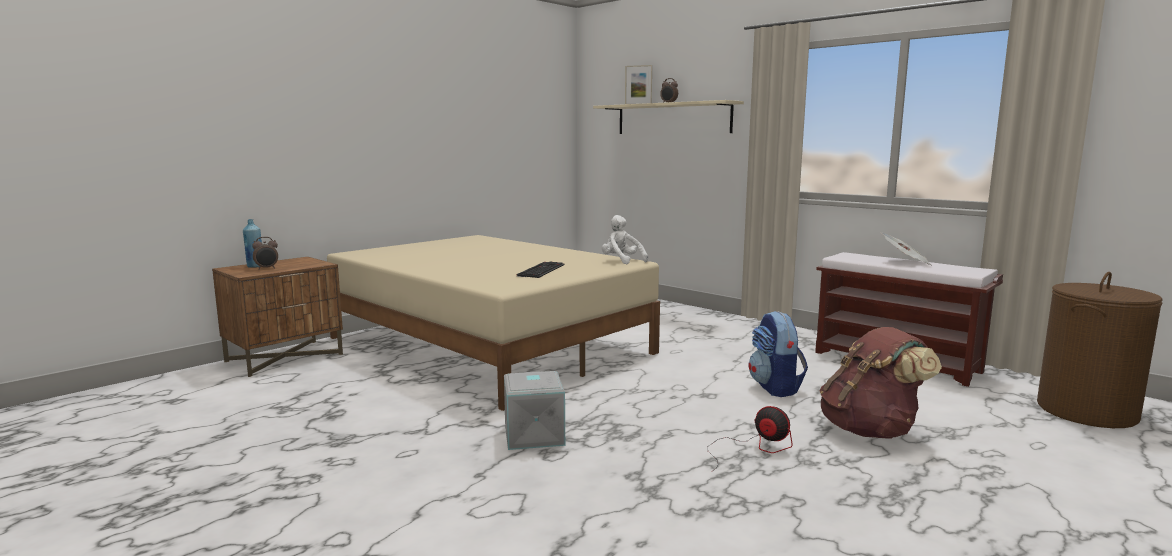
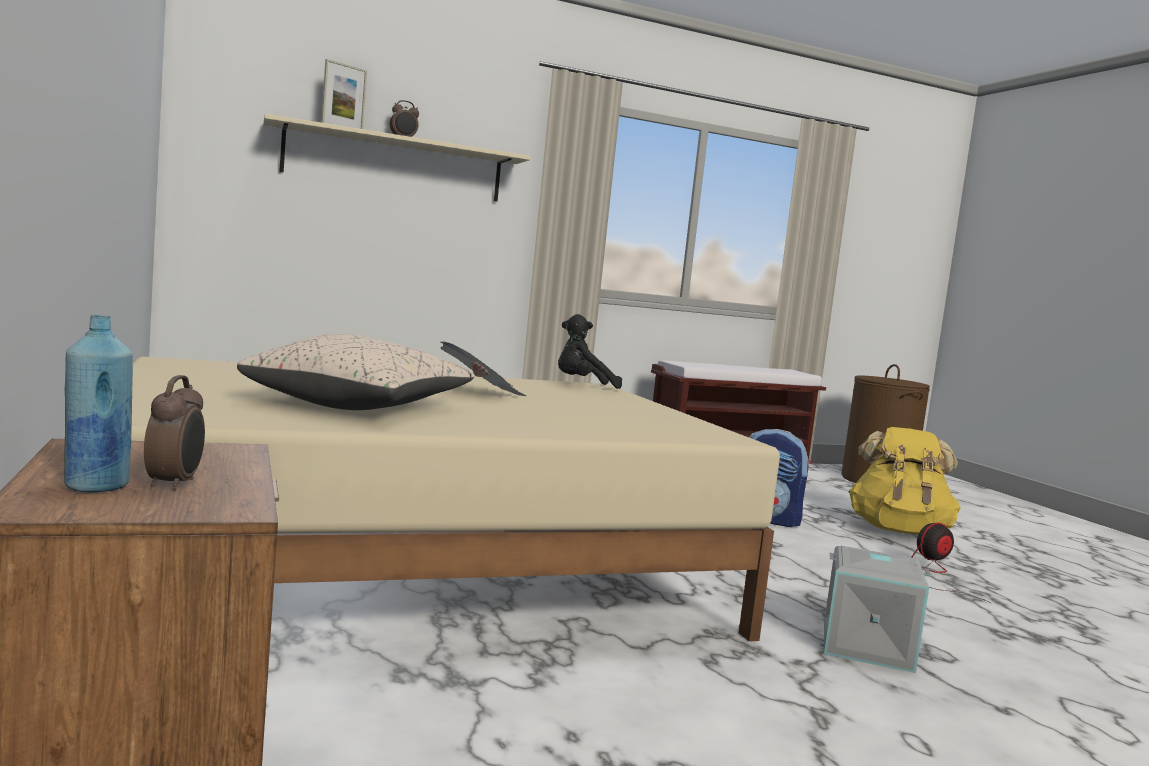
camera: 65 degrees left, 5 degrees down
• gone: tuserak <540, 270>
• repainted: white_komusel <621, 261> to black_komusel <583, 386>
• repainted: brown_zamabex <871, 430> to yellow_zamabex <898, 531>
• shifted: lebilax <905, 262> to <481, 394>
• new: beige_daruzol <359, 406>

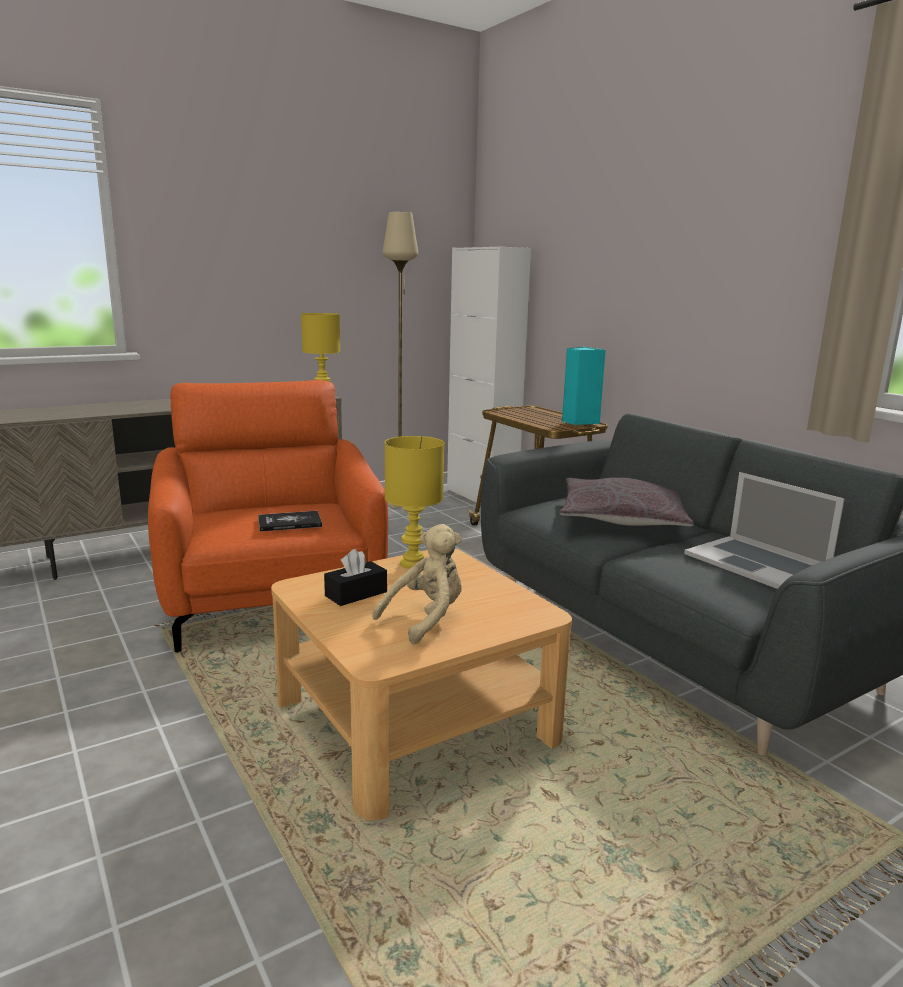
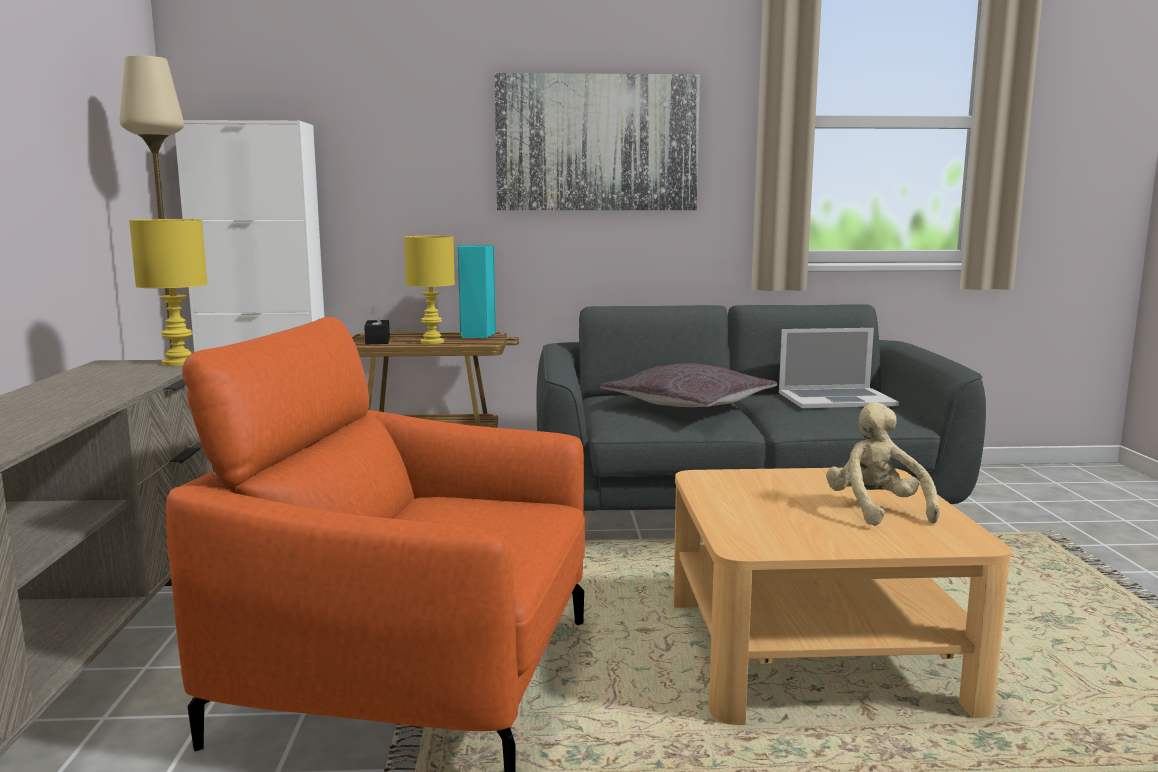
camera: 60 degrees left, 5 degrees down
• gone: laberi <289, 523>
• shifted: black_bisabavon <356, 594> to <377, 341>
• shifted: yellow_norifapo <414, 563> to <432, 342>
• new: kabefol <597, 143>

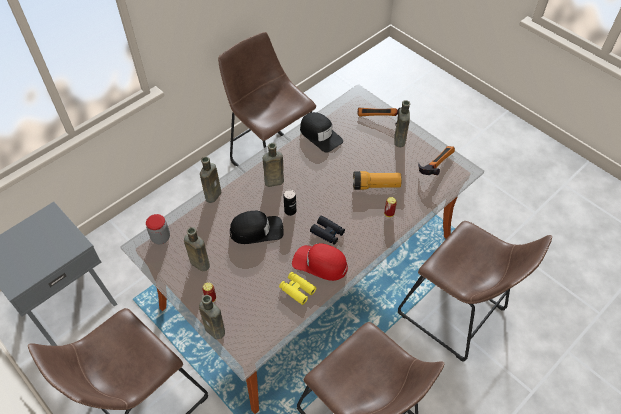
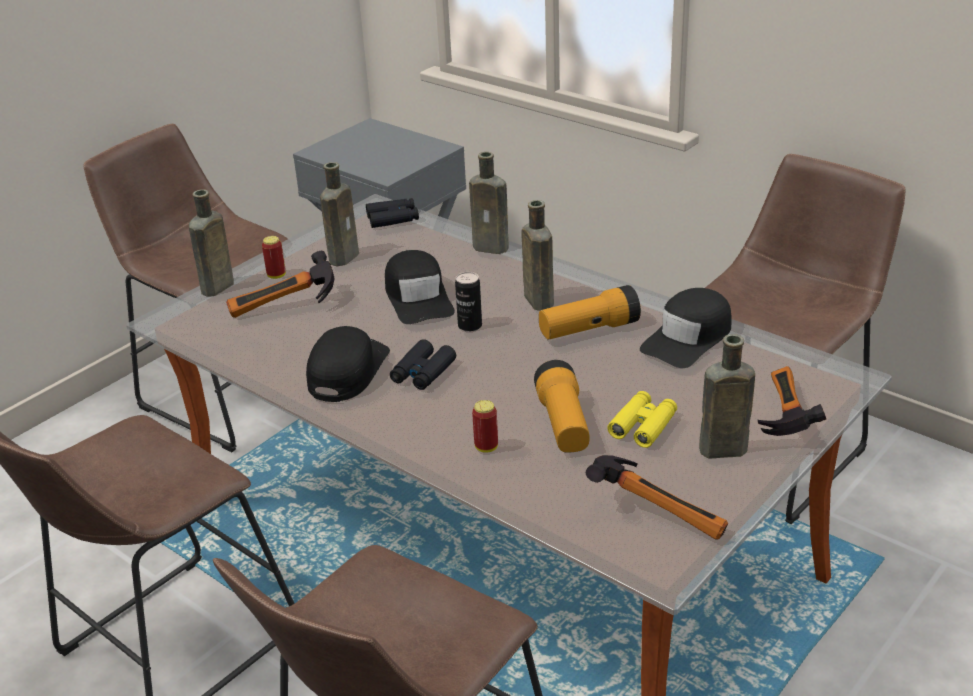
camera: 85 degrees right, 20 degrees down
• swapped: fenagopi <160, 238> to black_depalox <393, 219>
• shifted: yellow_depalox <297, 290> to <643, 425>
• repainted: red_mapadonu <320, 264> to black_mapadonu <347, 371>
• new: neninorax <285, 309>
• new: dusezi <589, 330>

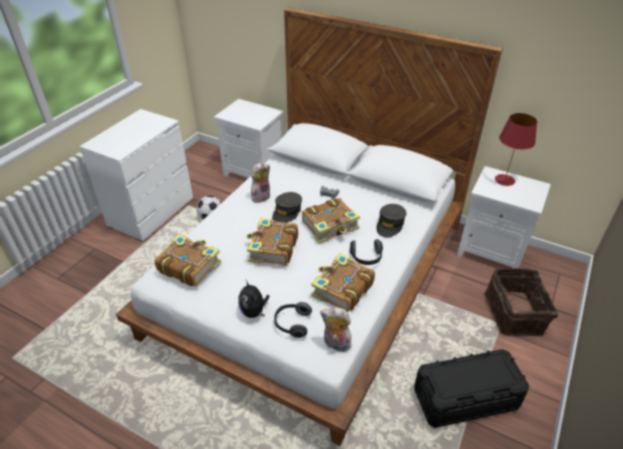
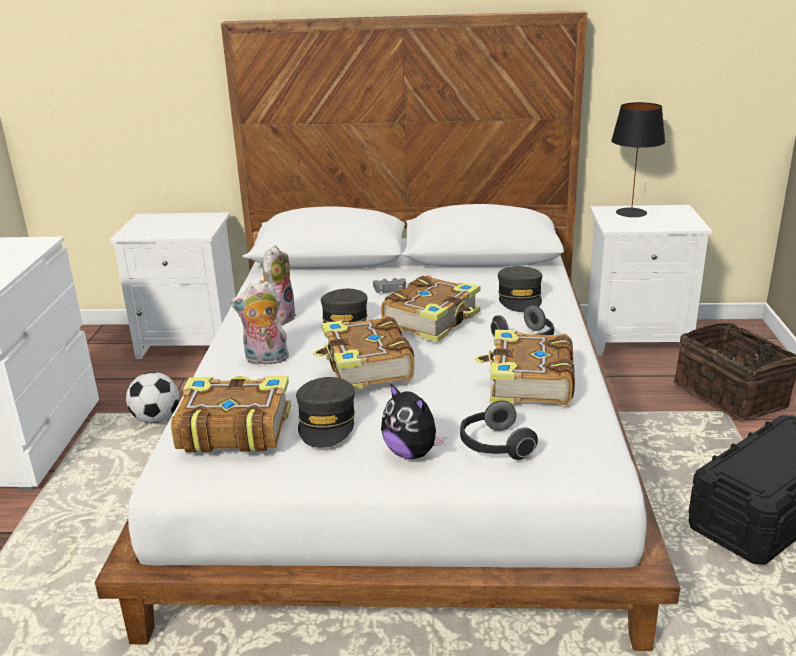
camera: 25 degrees left, 15 degrees down
• shifted: komusel <335, 344> to <265, 360>
• repainted: red_norifapo <504, 180> to black_norifapo <631, 213>
• new: grey_mapadonu <326, 423>

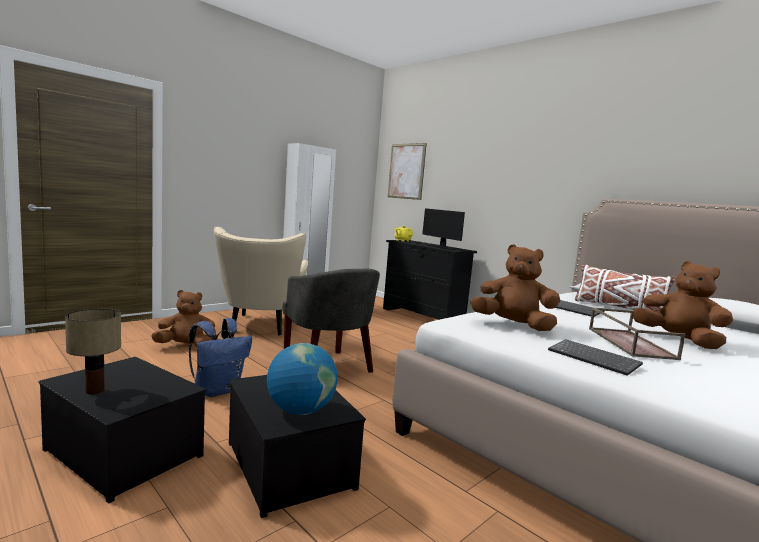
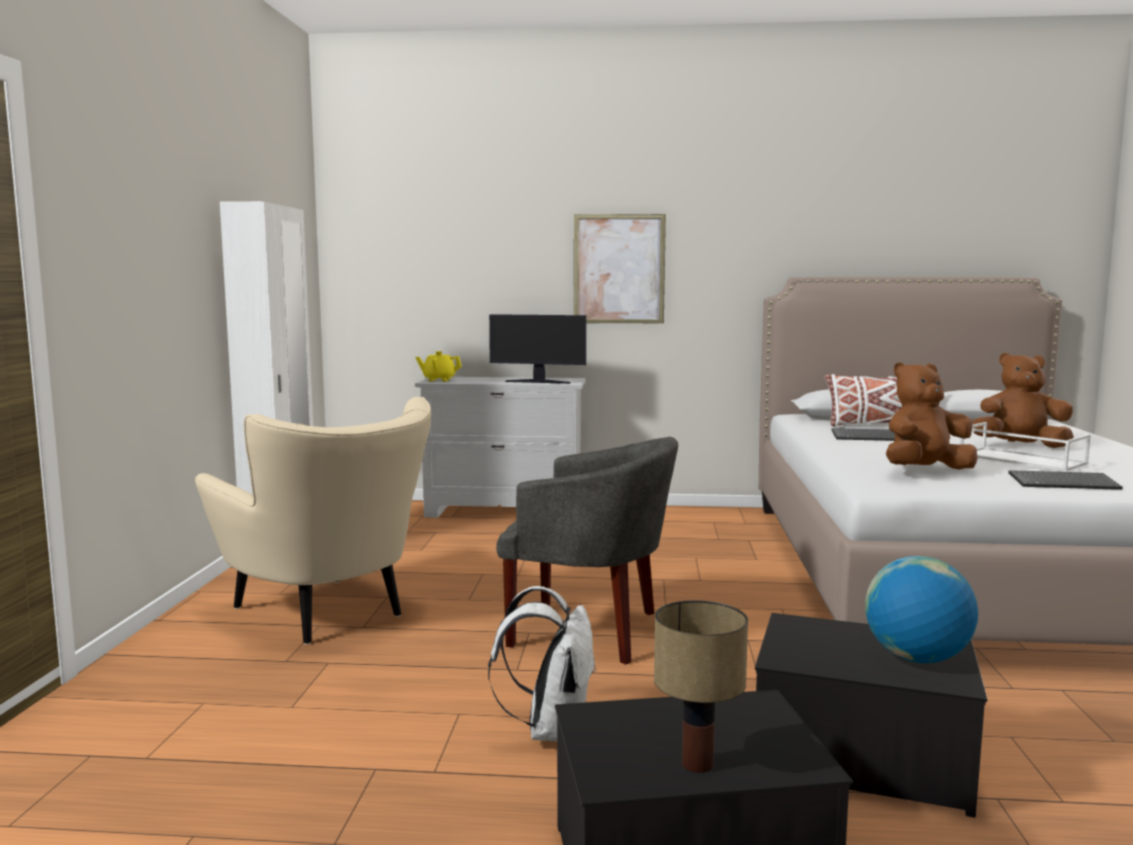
camera: 40 degrees left, 0 degrees up
• gone: brown_komusel <186, 346>
• repainted: blue_zamabex <218, 390> to white_zamabex <551, 730>
• repainted: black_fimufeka <422, 316> to white_fimufeka <504, 511>
• shifted: kabefol <406, 171> to <619, 269>
• repainted: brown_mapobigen <628, 342> to white_mapobigen <1020, 459>

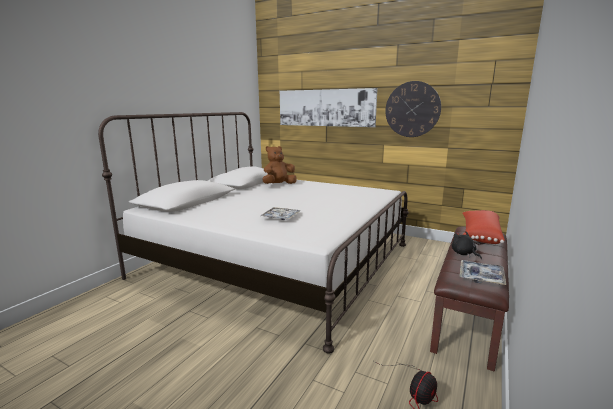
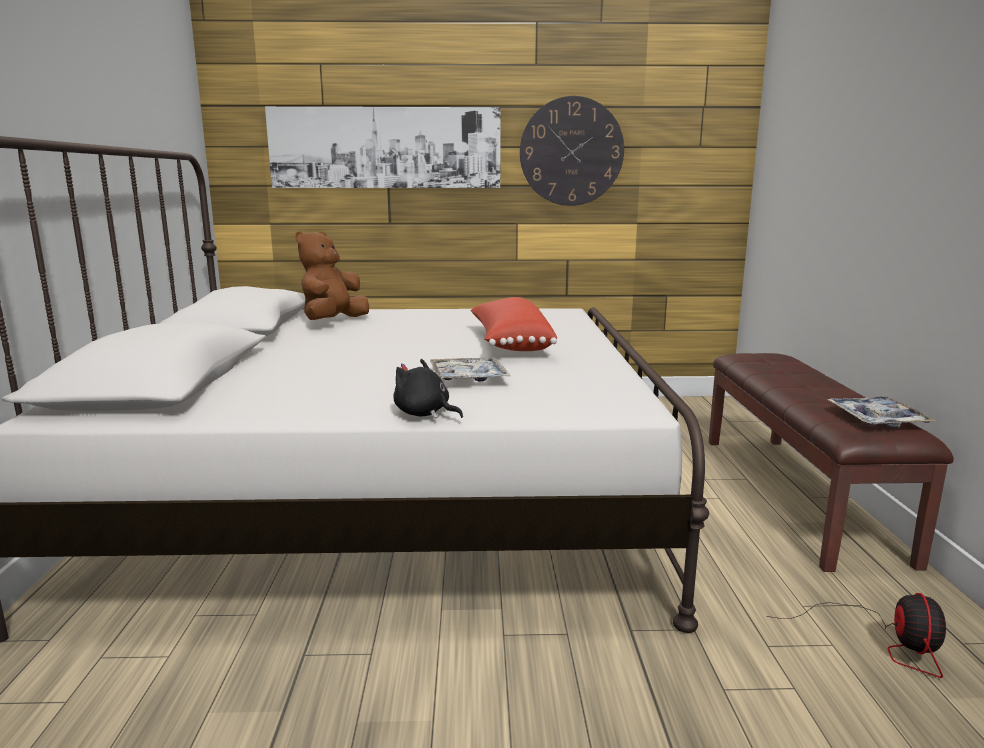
camera: 30 degrees left, 0 degrees up
• shifted: black_komusel <464, 254> to <424, 414>
• shifted: red_daruzol <480, 235> to <510, 343>

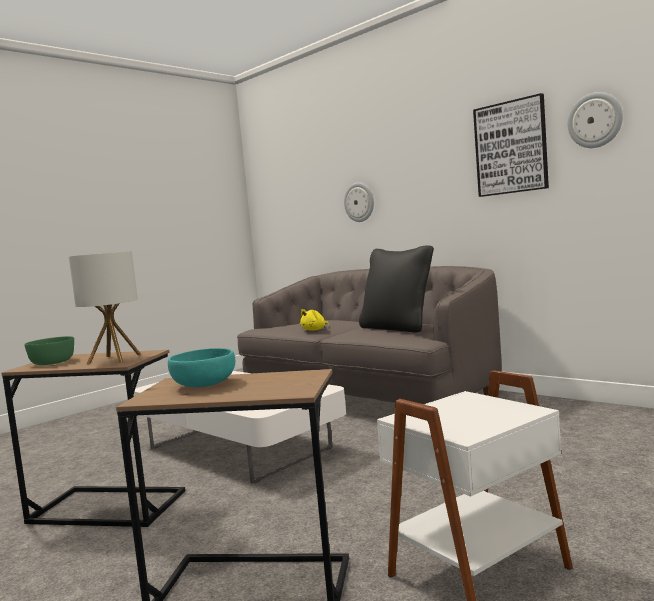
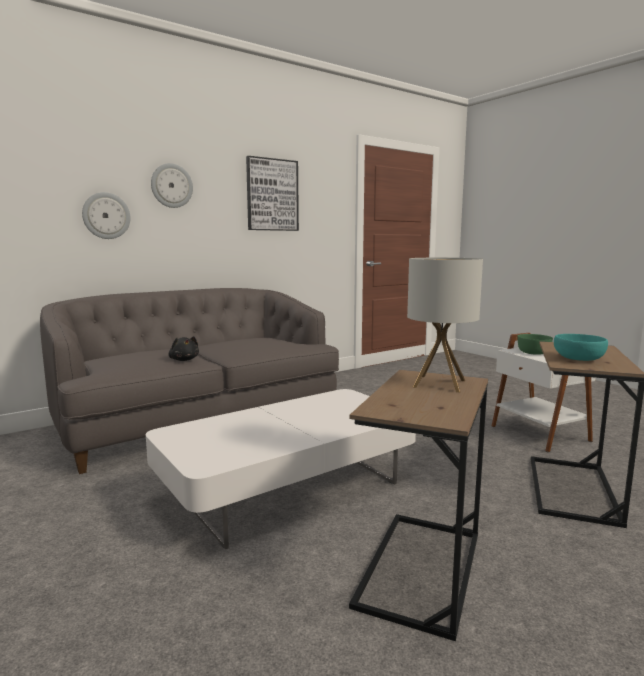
camera: 80 degrees left, 5 degrees up
• shifted: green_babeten <53, 362> to <533, 352>
• repainted: yellow_komusel <315, 330> to black_komusel <184, 360>
• gone: black_daruzol <397, 328>
• shifted: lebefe <595, 120> to <171, 186>

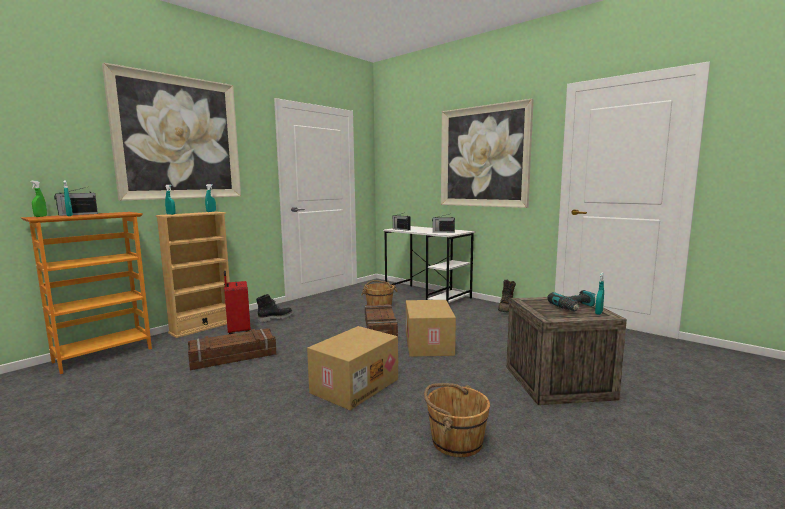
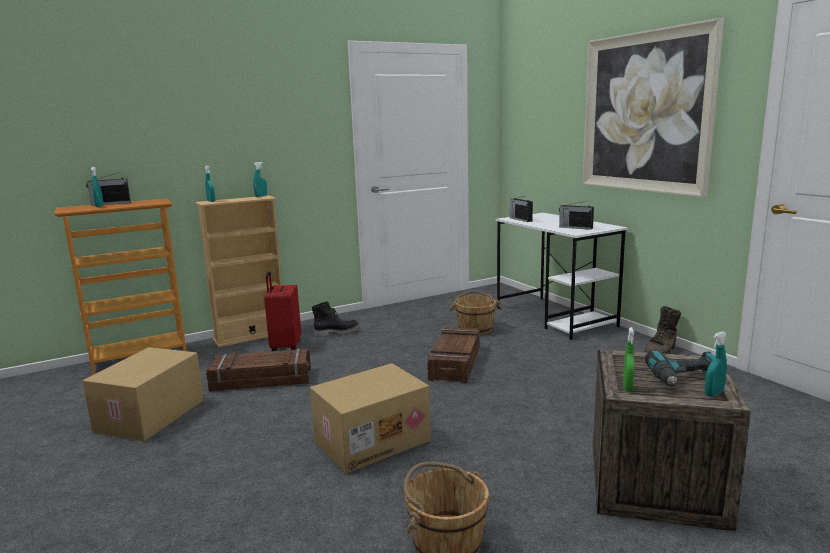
camera: 20 degrees right, 5 degrees up
• shifted: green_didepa <40, 216> to <627, 388>
• gone: kabefol <179, 138>
• shifted: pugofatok <429, 344> to <151, 416>

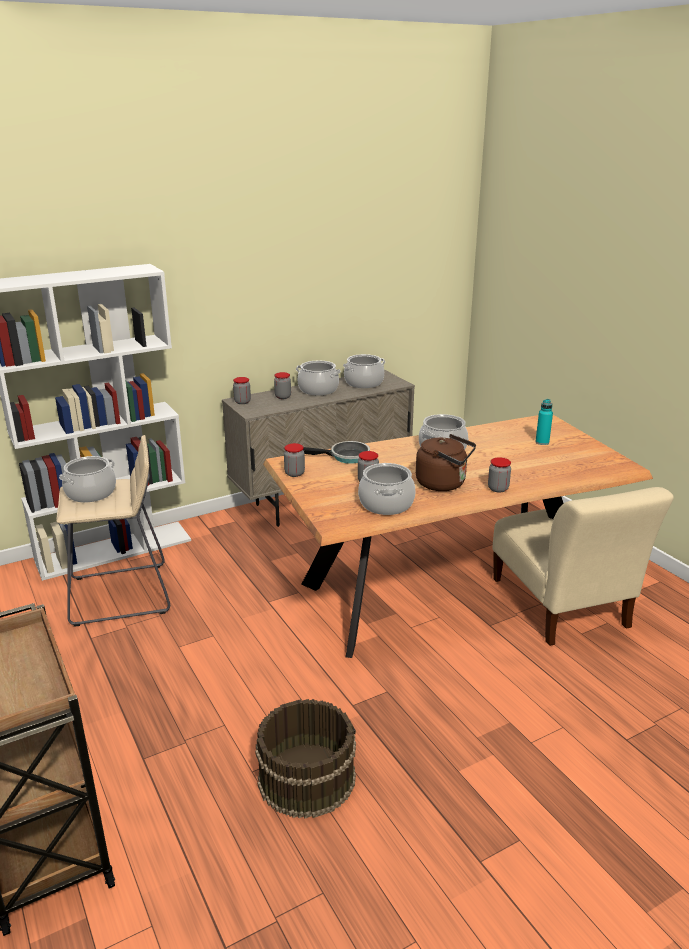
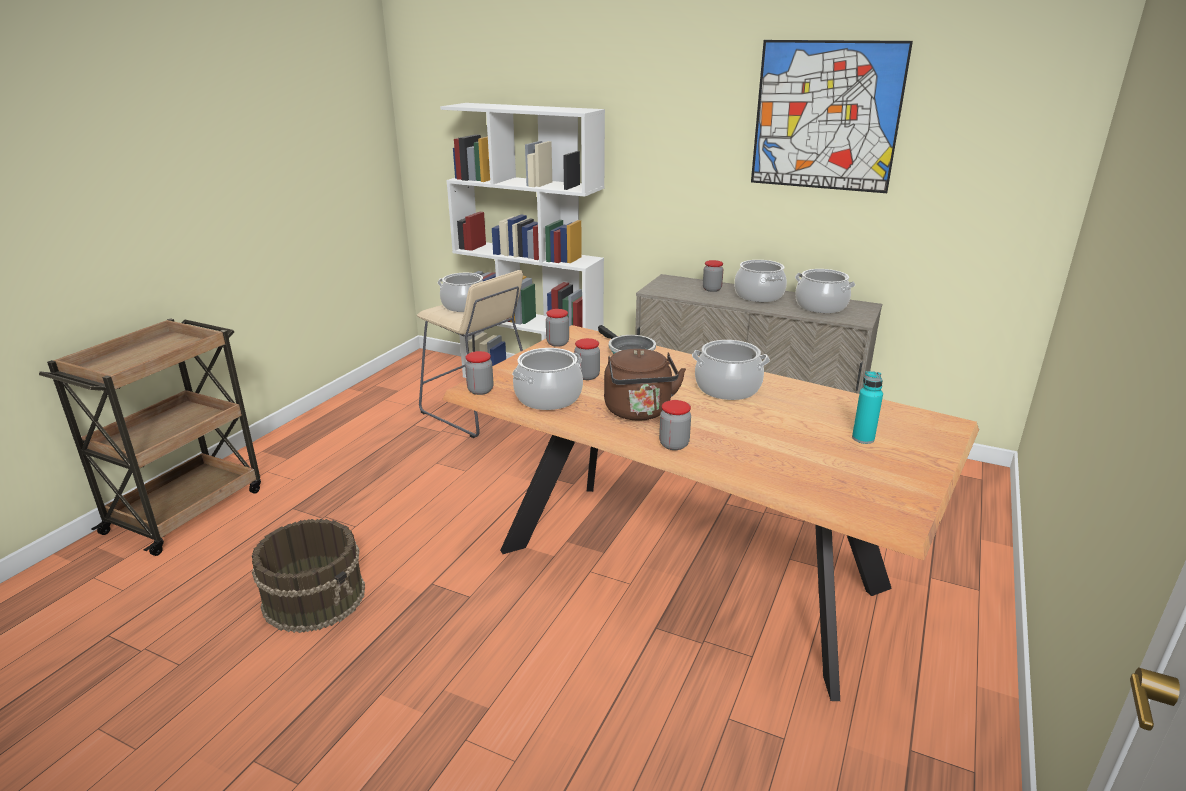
camera: 55 degrees right, 0 degrees up
• shifted: fenagopi <242, 402> to <480, 390>
• gone: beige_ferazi <561, 607>
• new: kabefol <826, 116>

